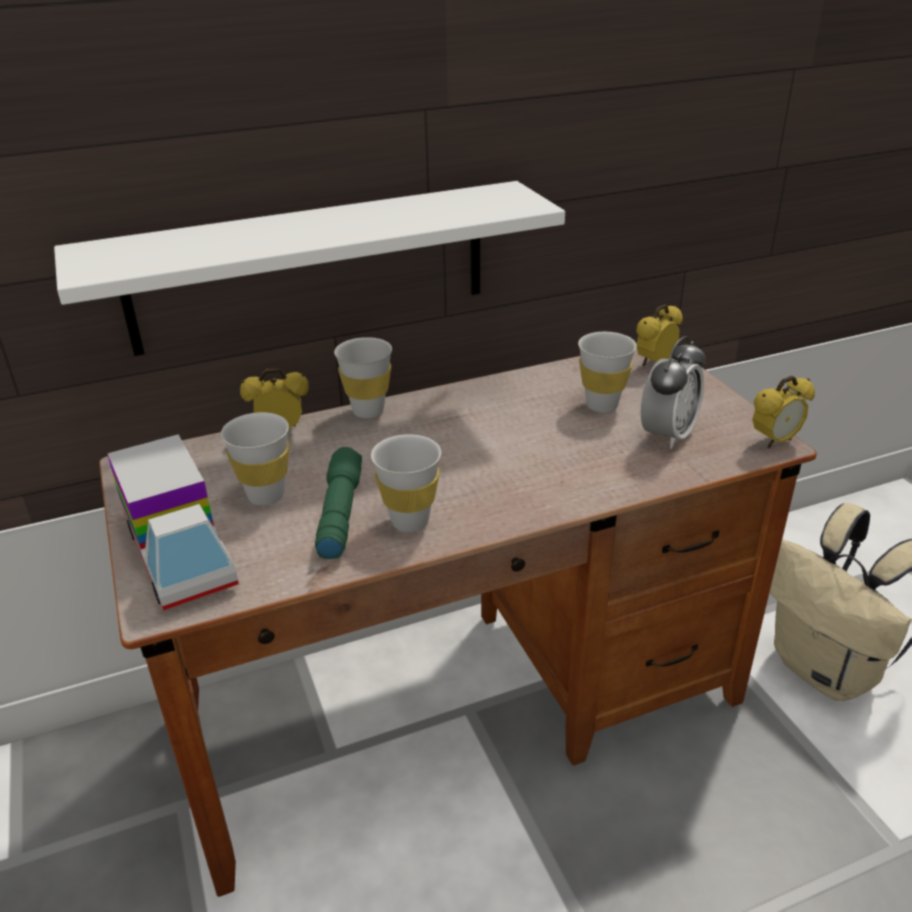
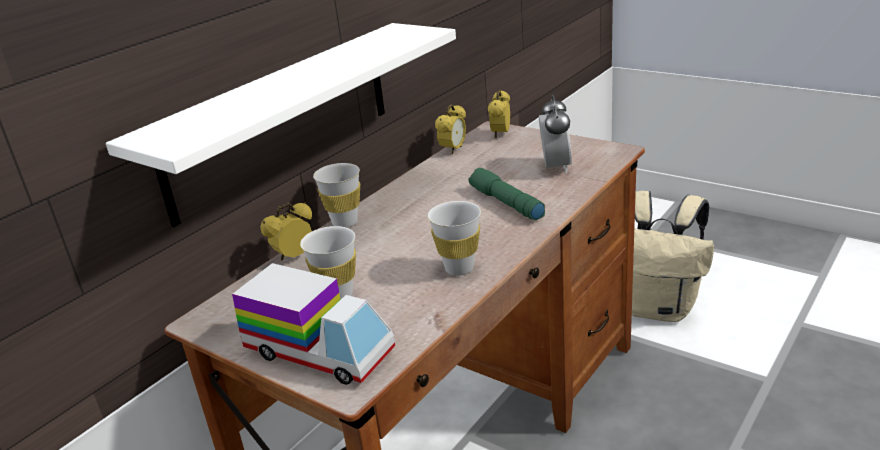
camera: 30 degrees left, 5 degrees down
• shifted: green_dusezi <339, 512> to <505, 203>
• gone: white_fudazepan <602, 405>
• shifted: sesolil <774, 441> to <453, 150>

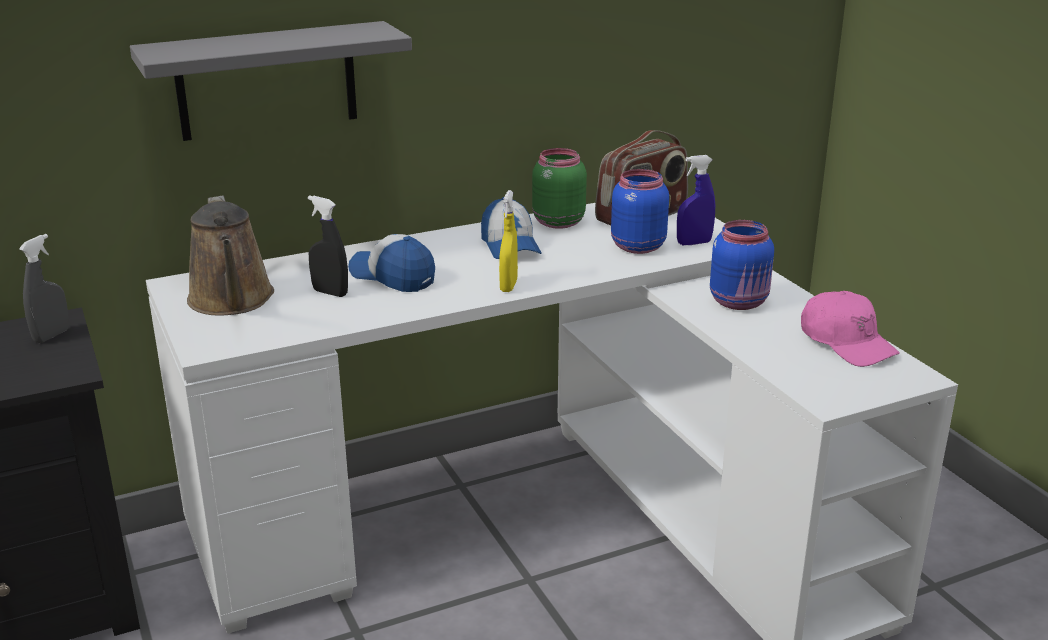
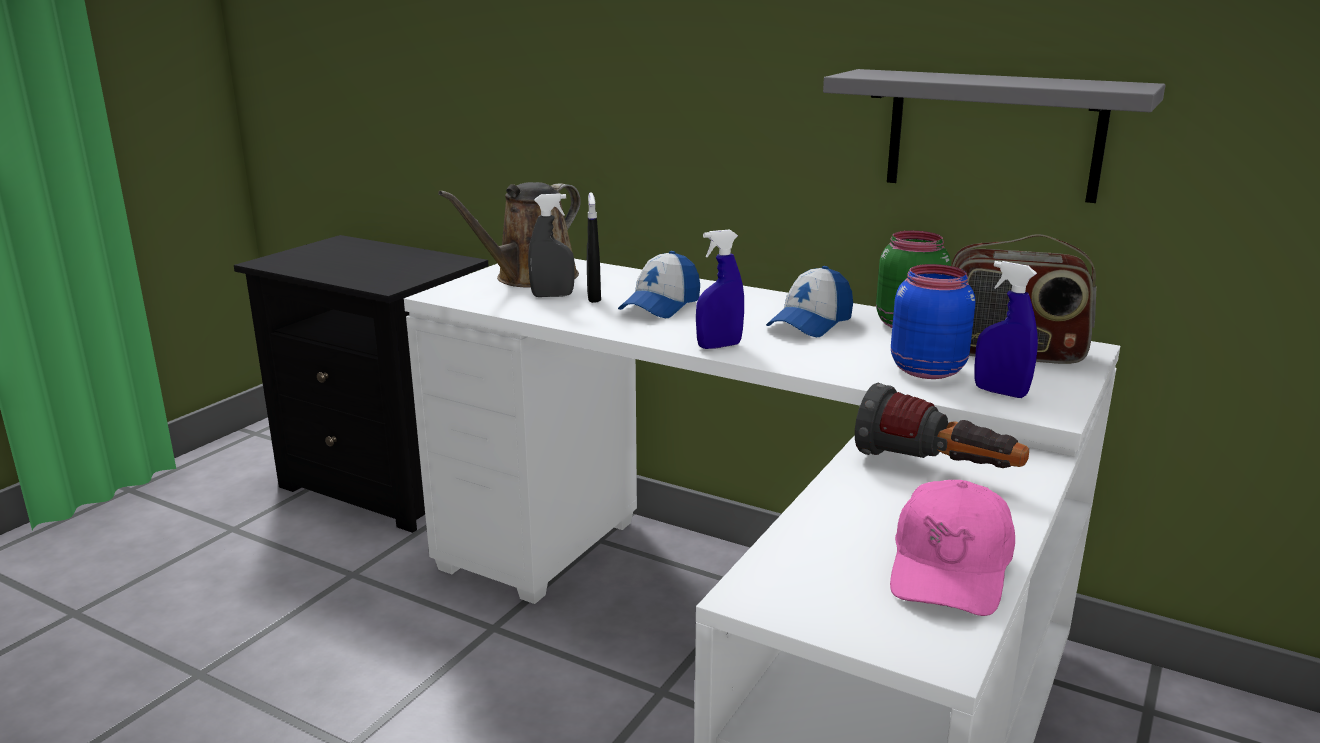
camera: 55 degrees right, 5 degrees down
• shifted: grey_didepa <52, 335> to <552, 295>
• shifted: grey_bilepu <267, 81> to <993, 134>
• rotated: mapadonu <393, 277> = <660, 306> 150 degrees counterclockwise
• repainted: yellow_didepa <508, 286> to blue_didepa <719, 346>
• swapped: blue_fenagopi <740, 302> to dusezi <937, 470>

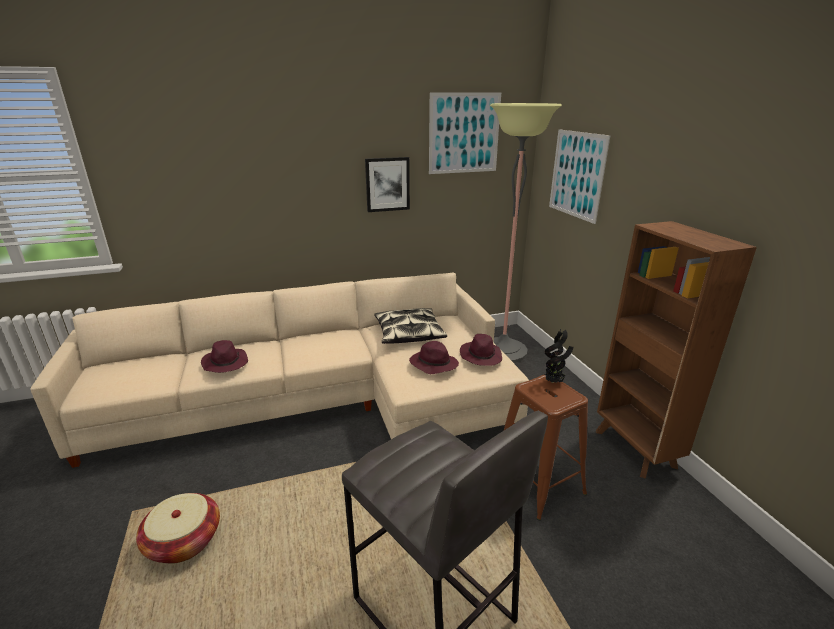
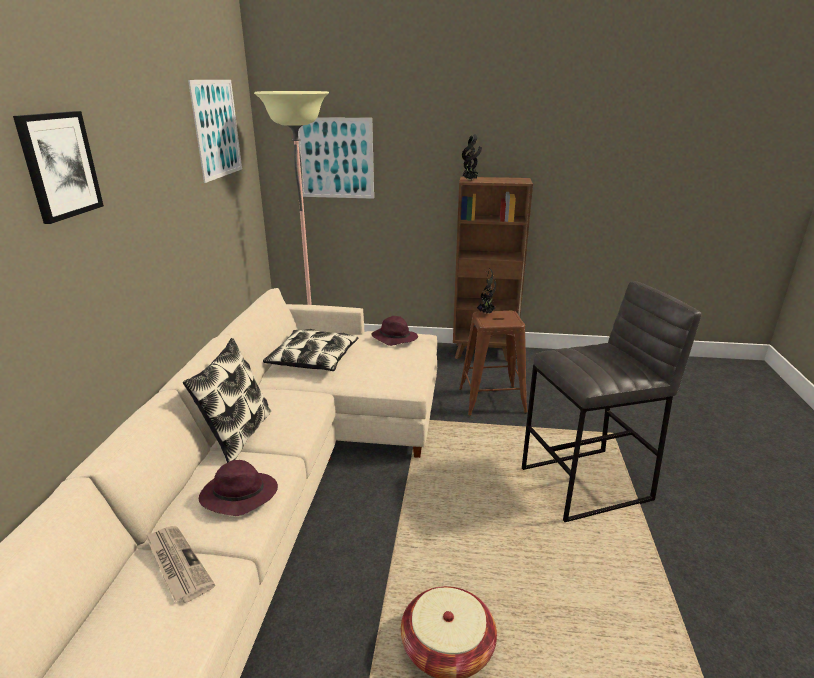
camera: 65 degrees left, 0 degrees up
• shifted: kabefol <387, 184> to <59, 165>
• gone: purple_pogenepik <433, 364>
• new: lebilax <177, 564>
• new: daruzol <237, 436>
• new: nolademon <470, 180>

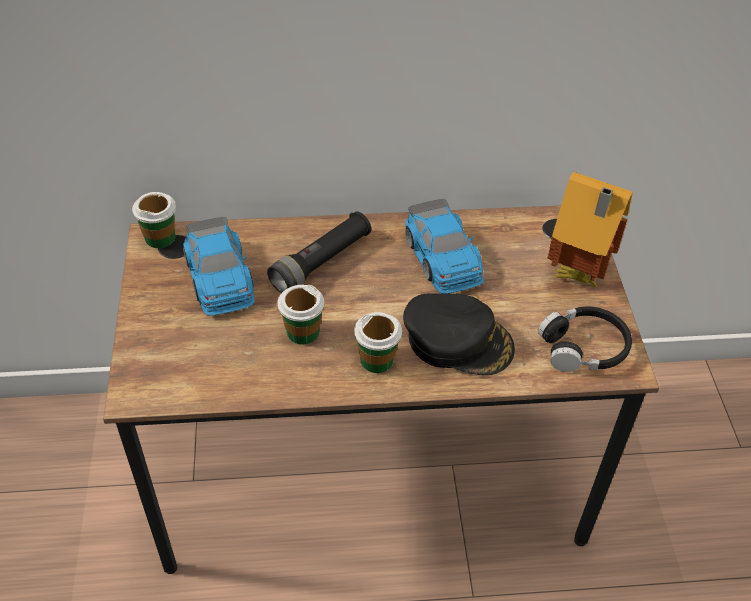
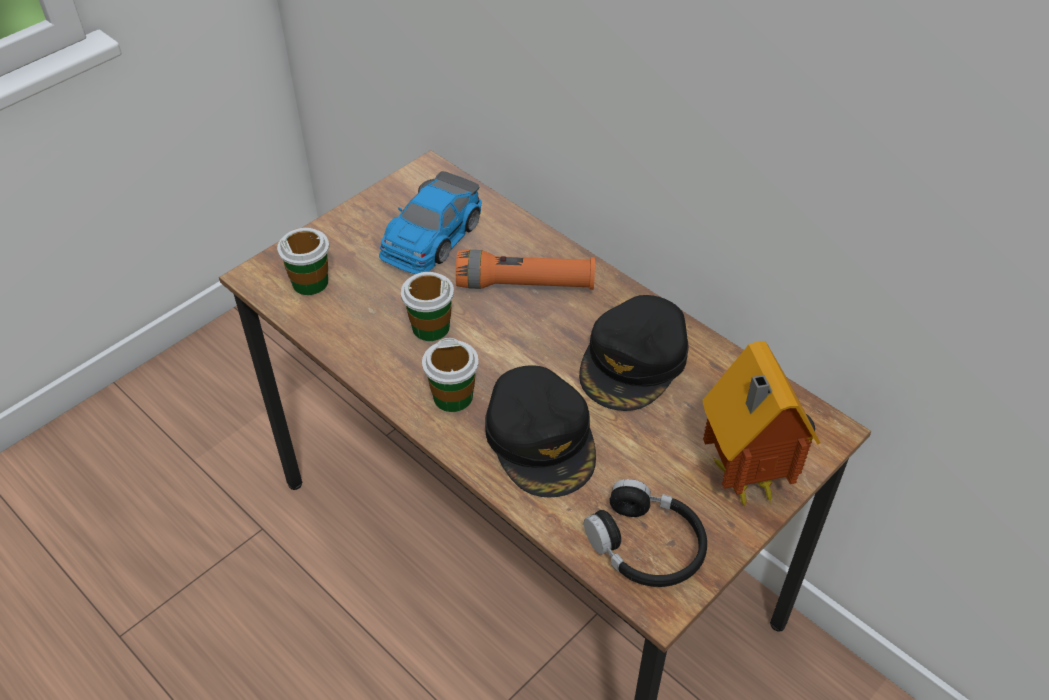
camera: 50 degrees right, 0 degrees up
• shifted: fudazepan <160, 237> to <310, 282>
• repainted: black_dusezi <321, 262> to orange_dusezi <525, 285>
• swapped: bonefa <443, 258> to black_mapadonu <634, 361>

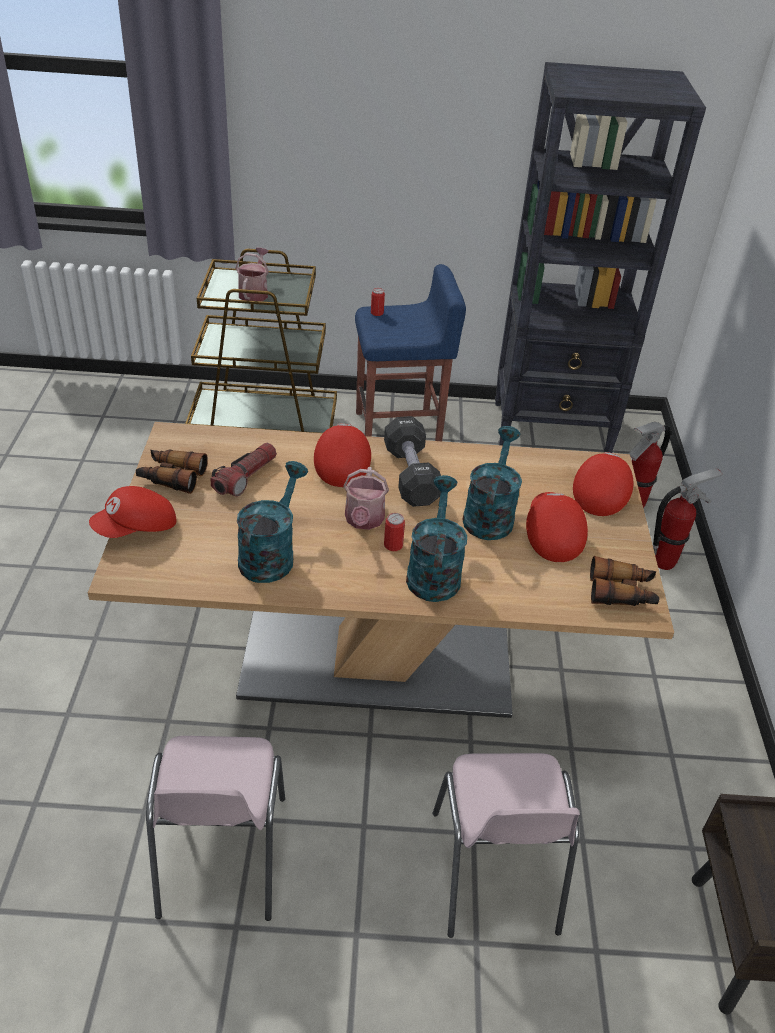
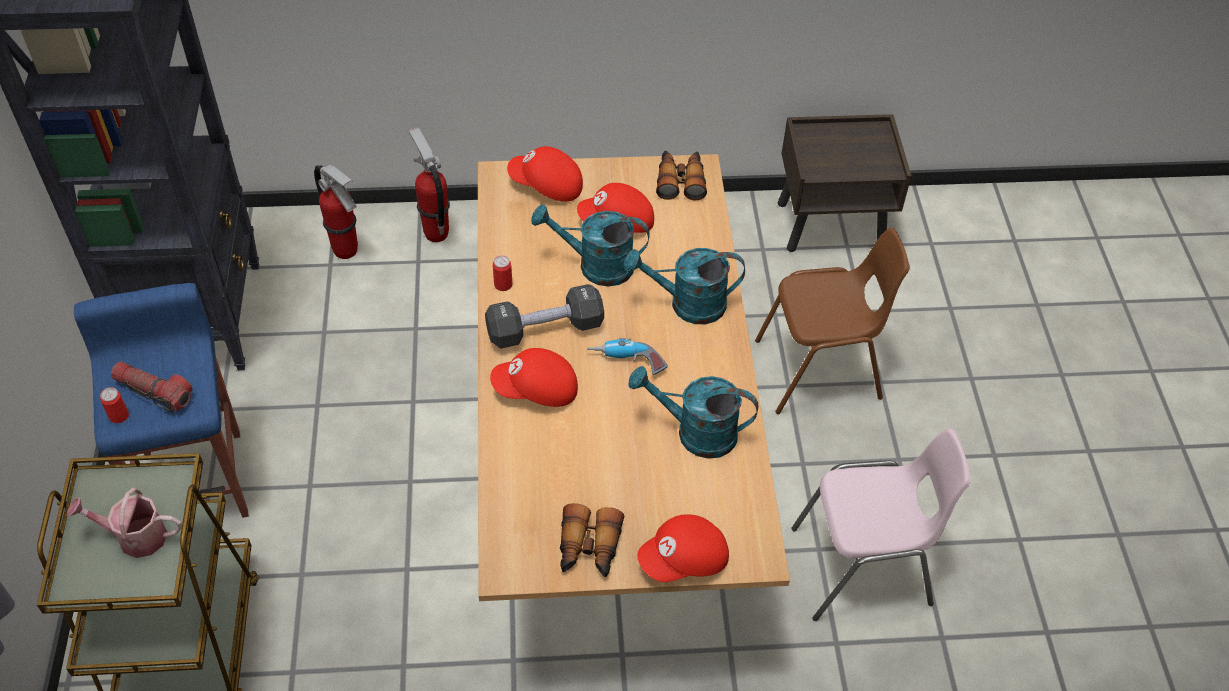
camera: 95 degrees left, 10 degrees up
• rotated: red_mapadonu <137, 528> = <684, 560> 105 degrees clockwise
• shifted: dusezi <245, 477> to <154, 392>
• swapped: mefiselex <364, 520> to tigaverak <626, 362>
• shifted: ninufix <393, 545> to <503, 284>
• repainted: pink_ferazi <494, 873> to brown_ferazi <820, 371>

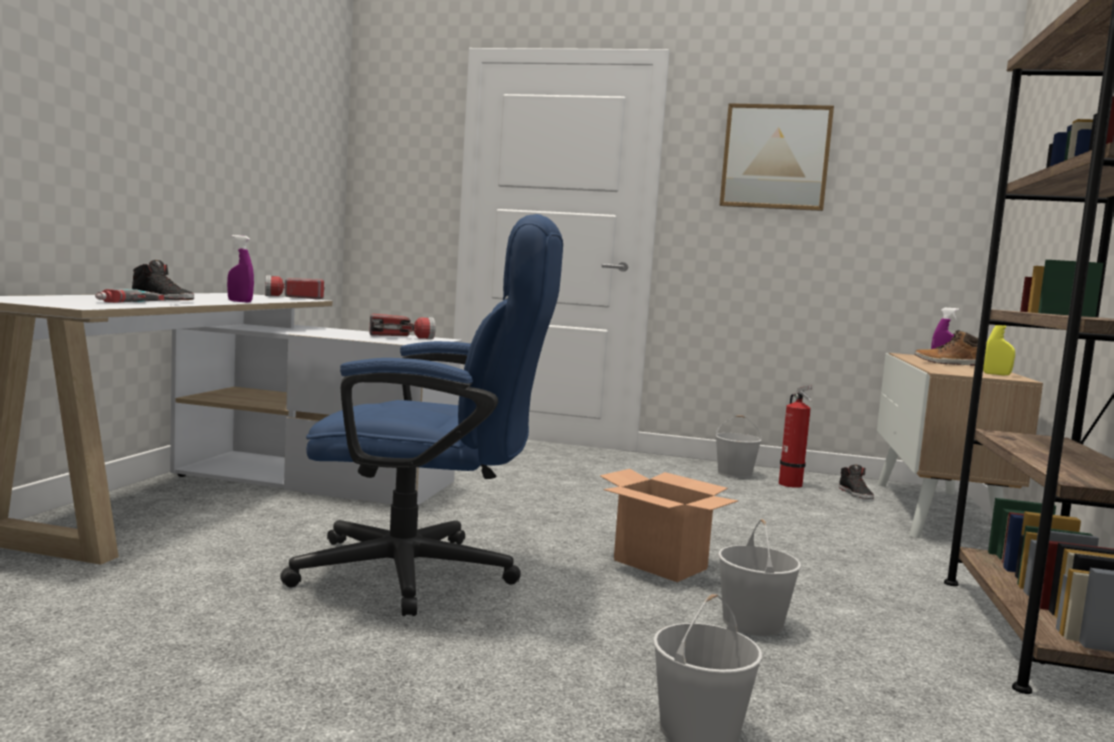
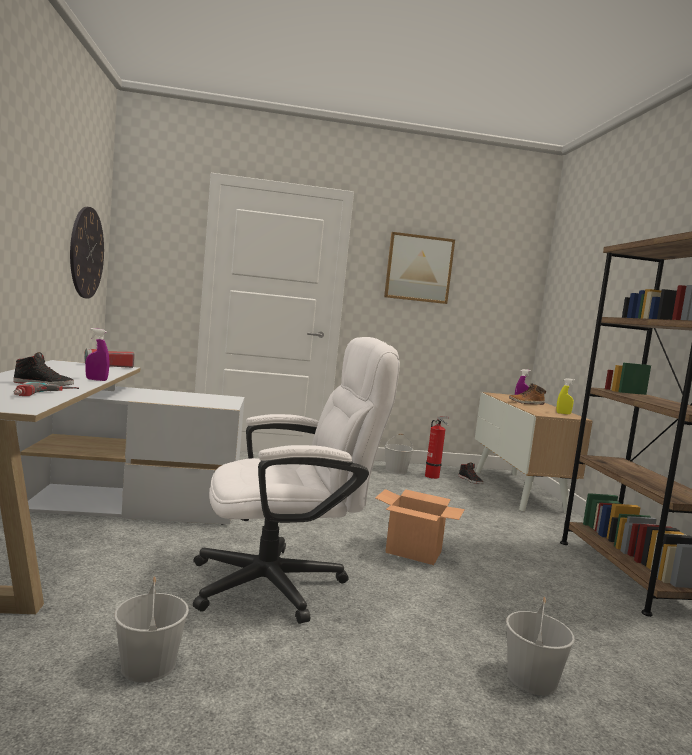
camera: 20 degrees left, 0 degrees up
• repainted: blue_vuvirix <426, 574> to white_vuvirix <284, 583>
• gone: dusezi <401, 337>
• shifted: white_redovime <753, 623> to <149, 665>
• new: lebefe <86, 253>

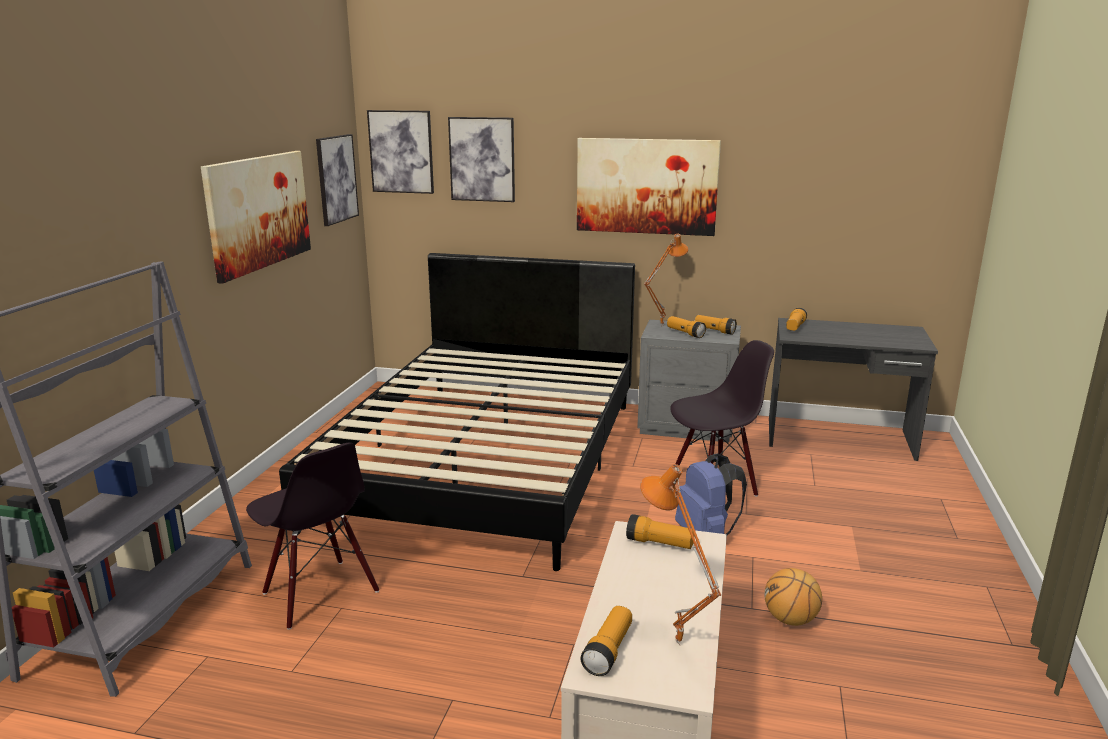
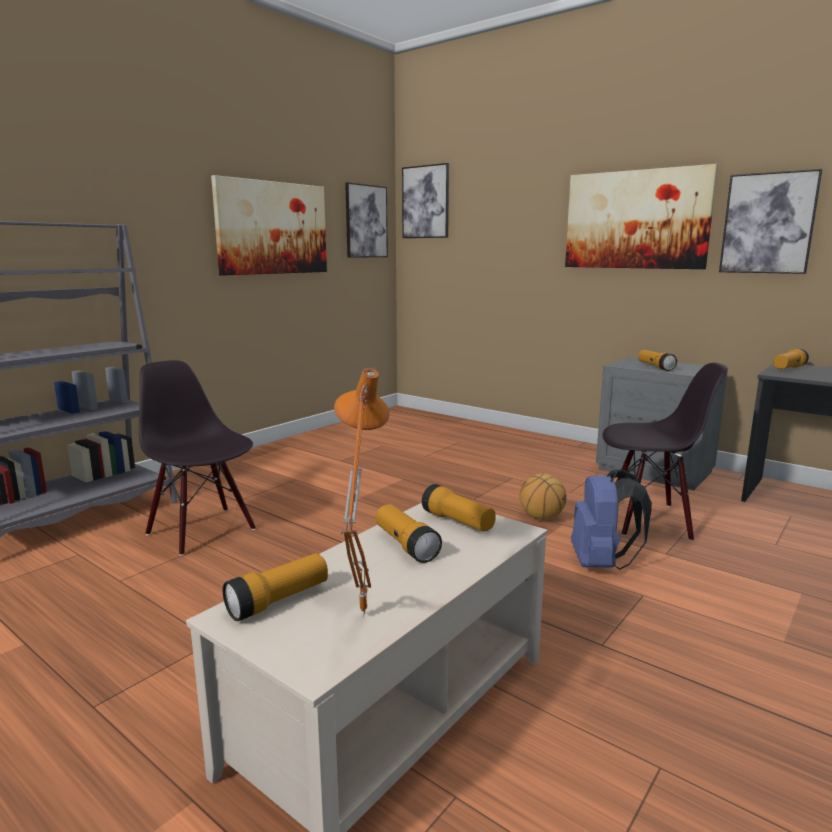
camera: 25 degrees right, 5 degrees down
• rotated: black_ferazi <319, 593> = <202, 531> 150 degrees clockwise
• gone: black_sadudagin <487, 460>
• shifted: kabefol <482, 159> to <768, 223>
• gone: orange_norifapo <660, 325>
• shifted: dusezi <714, 331> to <406, 545>
• shifted: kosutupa <790, 620> to <541, 517>

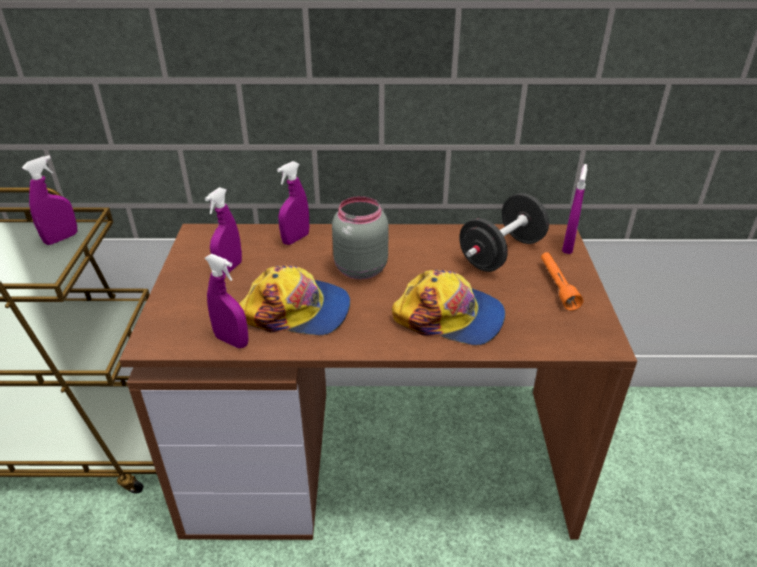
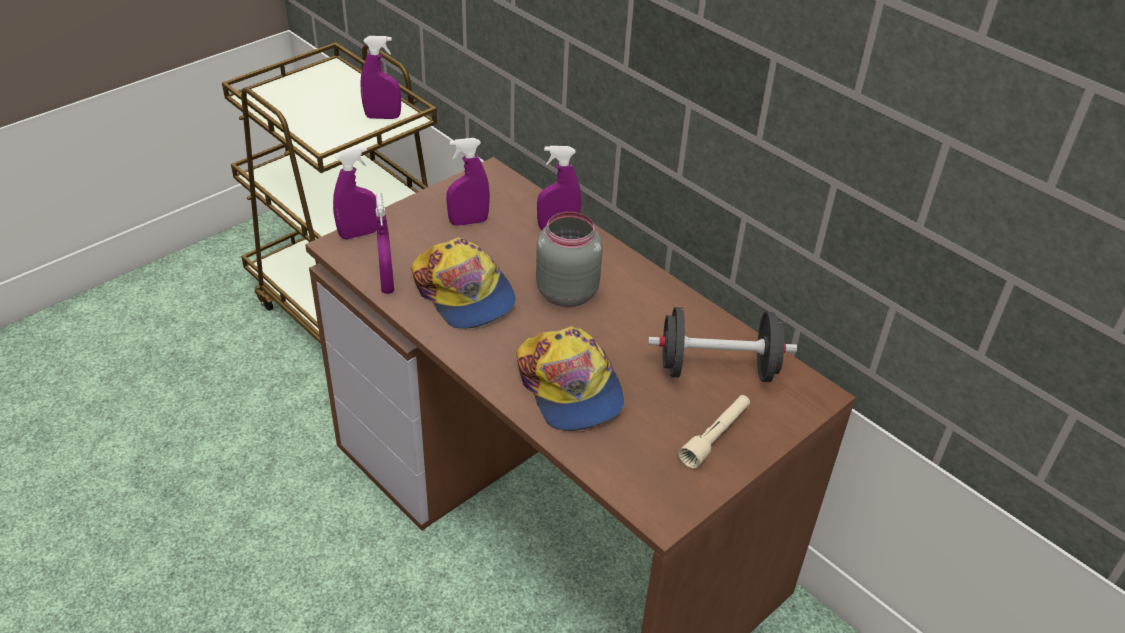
camera: 45 degrees right, 5 degrees up
• repainted: orange_dusezi <557, 286> to beige_dusezi <715, 436>
• shifted: purple_didepa <568, 246> to <358, 234>

